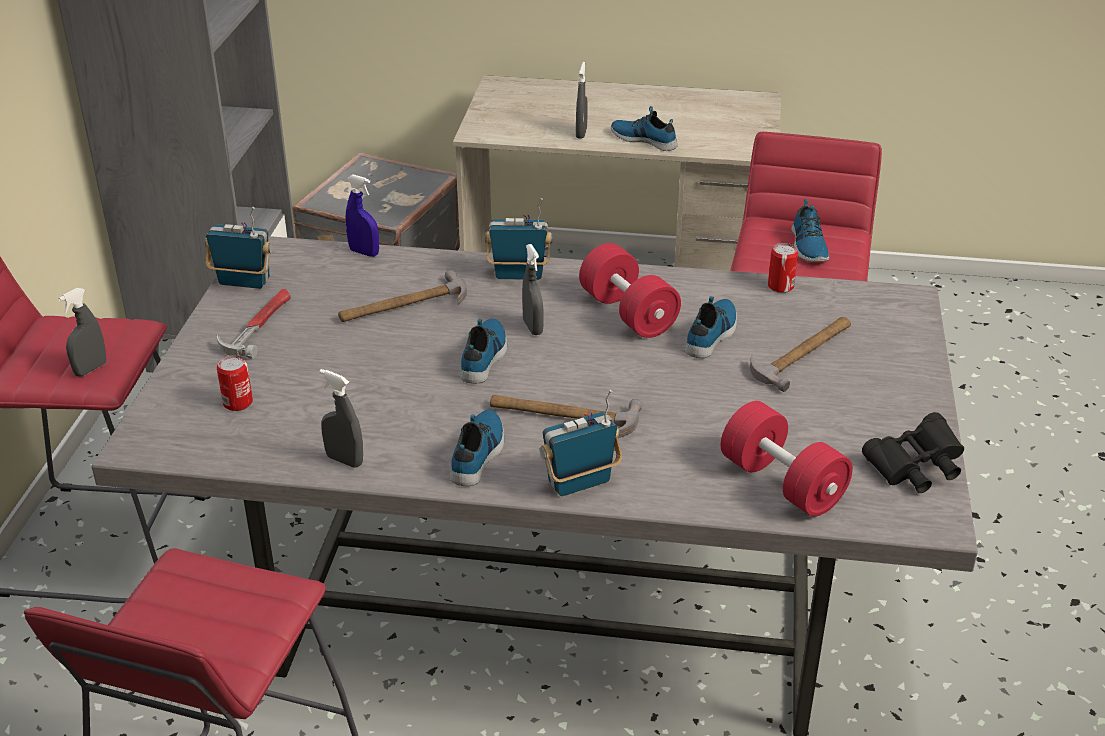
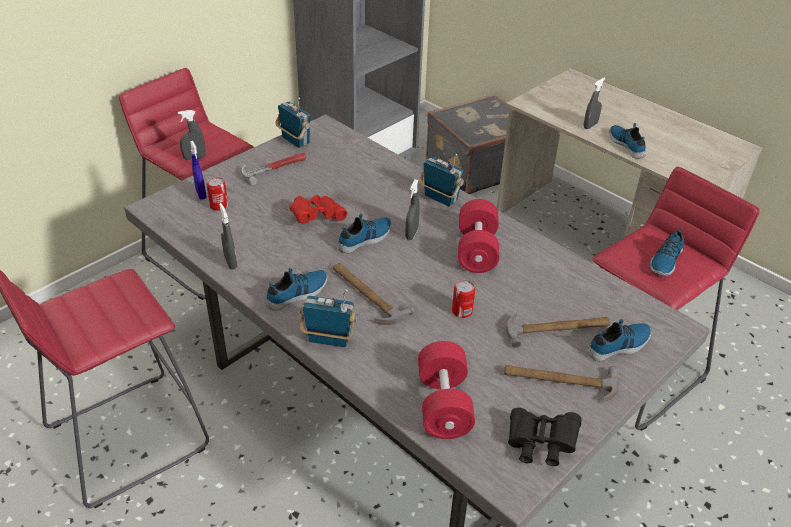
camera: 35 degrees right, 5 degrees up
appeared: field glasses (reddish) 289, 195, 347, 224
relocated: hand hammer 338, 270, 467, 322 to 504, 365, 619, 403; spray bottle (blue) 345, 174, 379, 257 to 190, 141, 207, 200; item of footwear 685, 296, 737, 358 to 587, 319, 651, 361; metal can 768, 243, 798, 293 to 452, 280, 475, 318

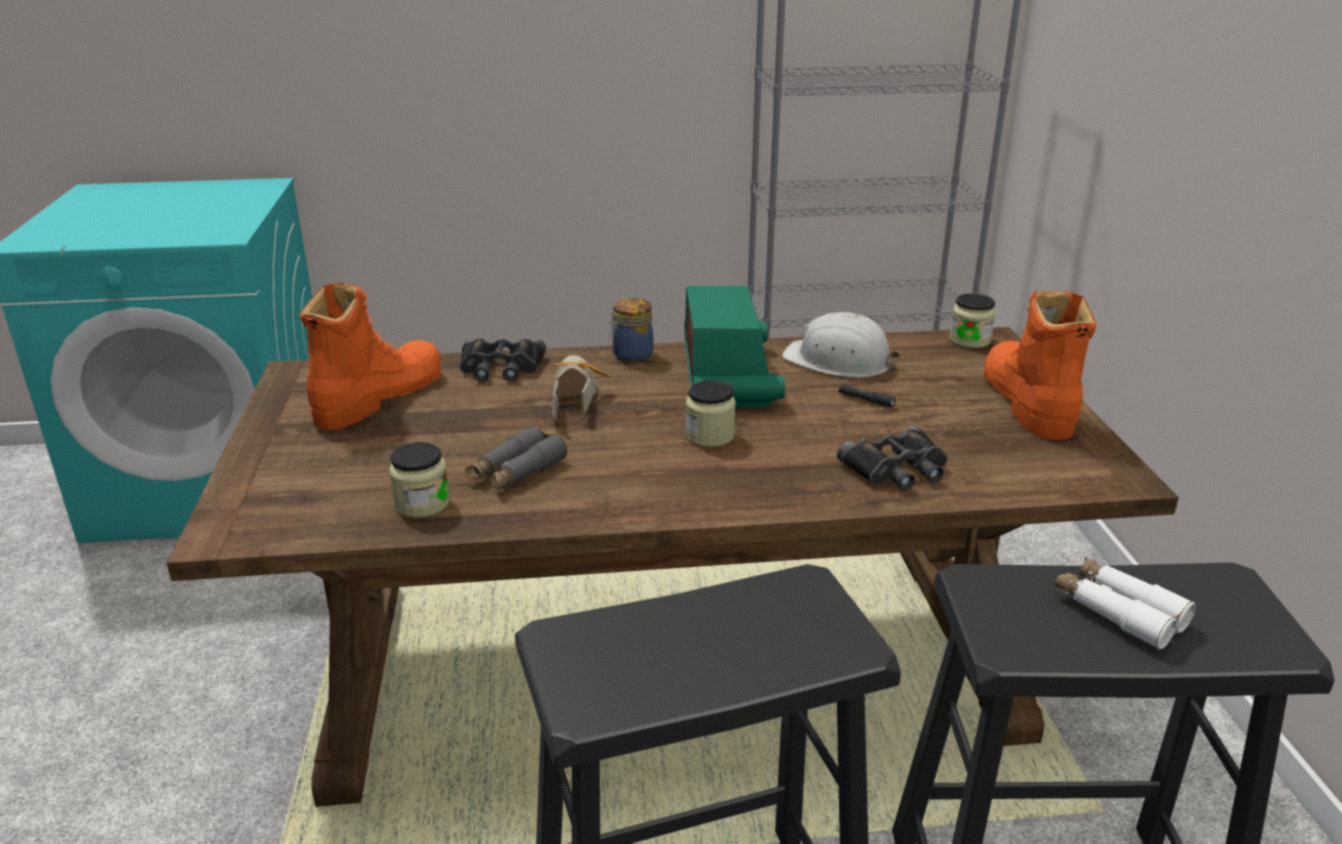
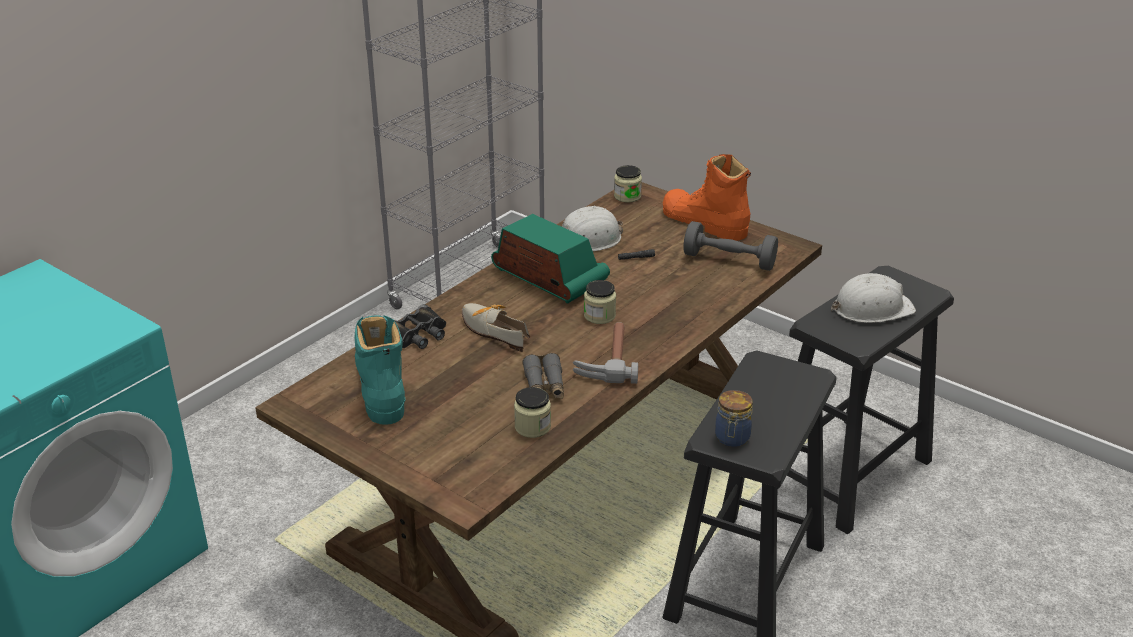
camera: 45 degrees left, 5 degrees up
missing: field glasses (black-coloured) 837, 426, 947, 491
appeared: hand hammer 573, 322, 638, 384; free weight (grey) 683, 221, 778, 271
relocated: preserve jar 609, 298, 654, 362 to 715, 390, 753, 447
exchanged: field glasses (white) 1055, 557, 1196, 649 to hard hat (white) 831, 273, 916, 323
colour: tall boot (orange) 299, 282, 441, 430 to tall boot (turquoise-coloured) 355, 315, 406, 425

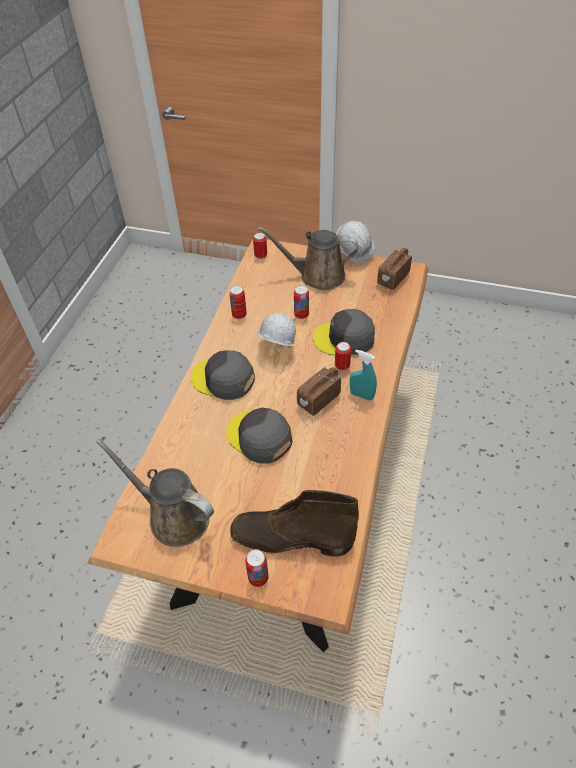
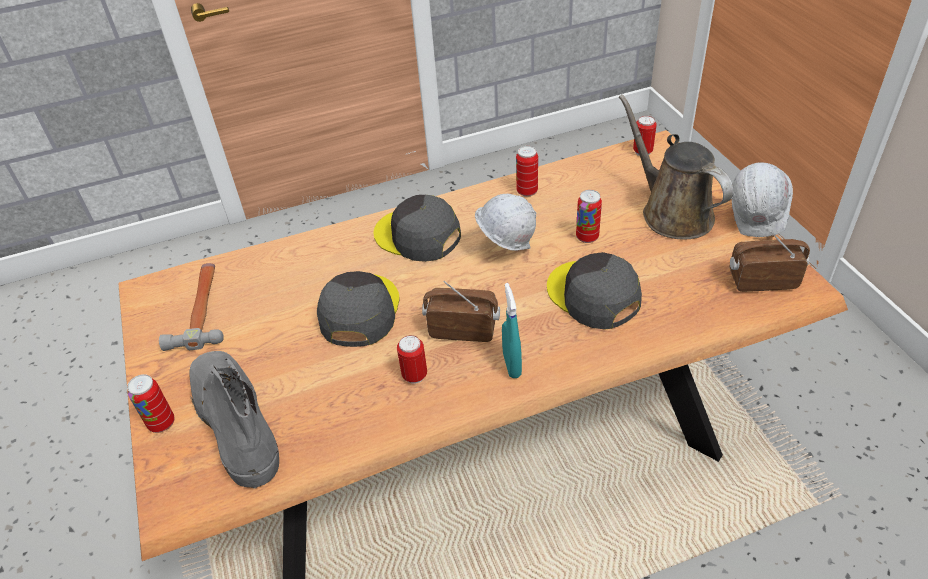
camera: 55 degrees right, 5 degrees down
relocated: metal can 335, 342, 351, 371 to 397, 335, 427, 384
exchanged: watering can (brownish) 95, 439, 214, 547 to hand hammer 159, 263, 224, 351
colour: tall boot (brownish) 230, 490, 359, 557 to tall boot (grey) 189, 351, 279, 489
spun: peaked cap (grey) 191, 350, 255, 400 = 373, 195, 461, 262 45 degrees counterclockwise

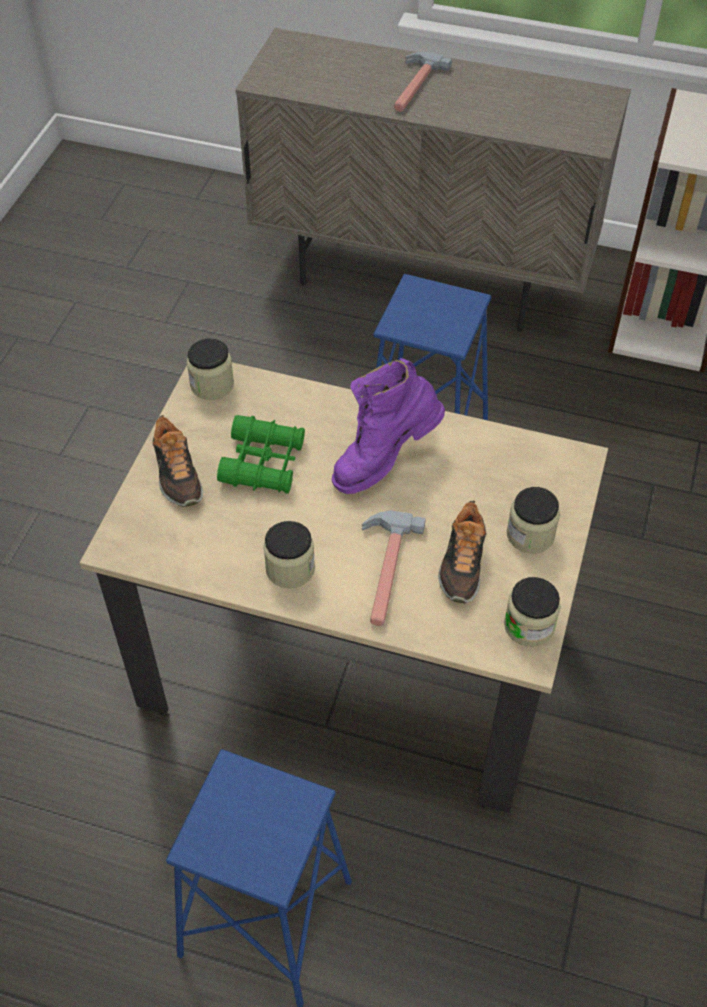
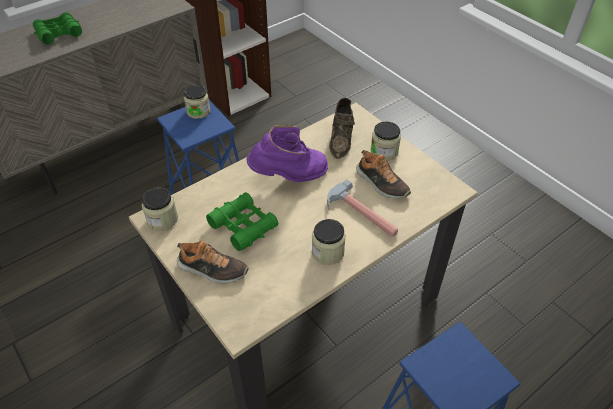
camera: 55 degrees left, 5 degrees down
appeared: item of footwear (brownish) 329, 98, 355, 159
relocated: preserve jar 504, 577, 561, 647 to 184, 85, 210, 119
exchanged: hand hammer 394, 52, 452, 112 to field glasses (green) 33, 12, 82, 45
spun: tall boot (purplish) 331, 358, 445, 494 = 246, 125, 328, 182 105 degrees counterclockwise

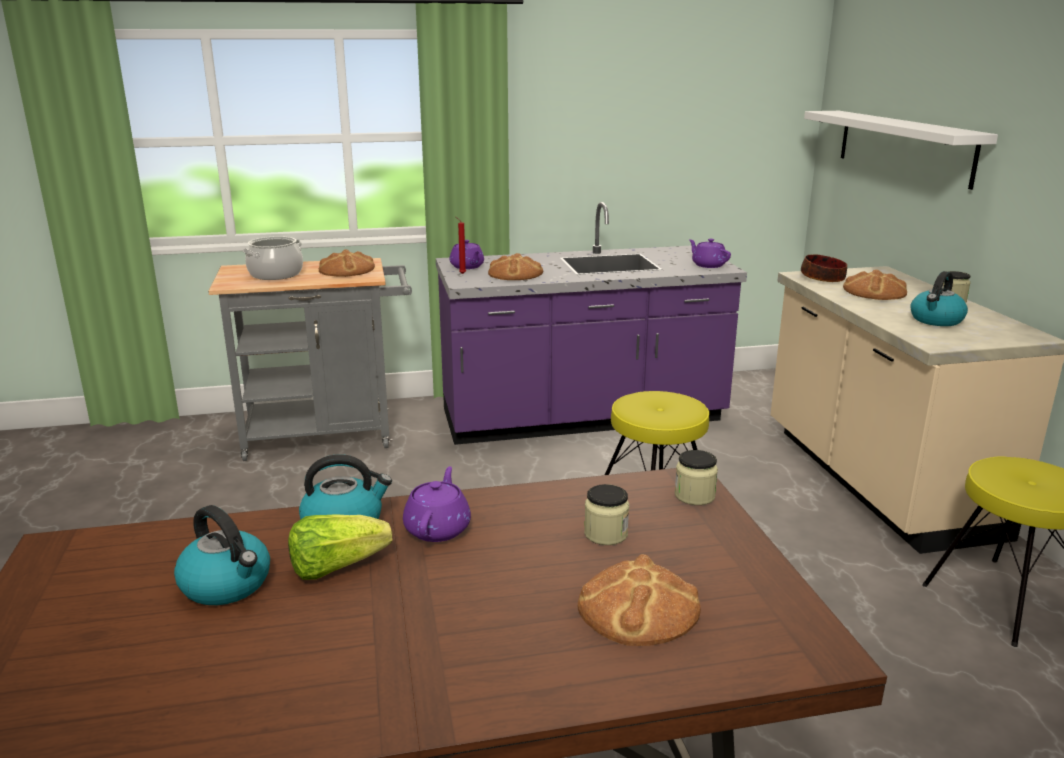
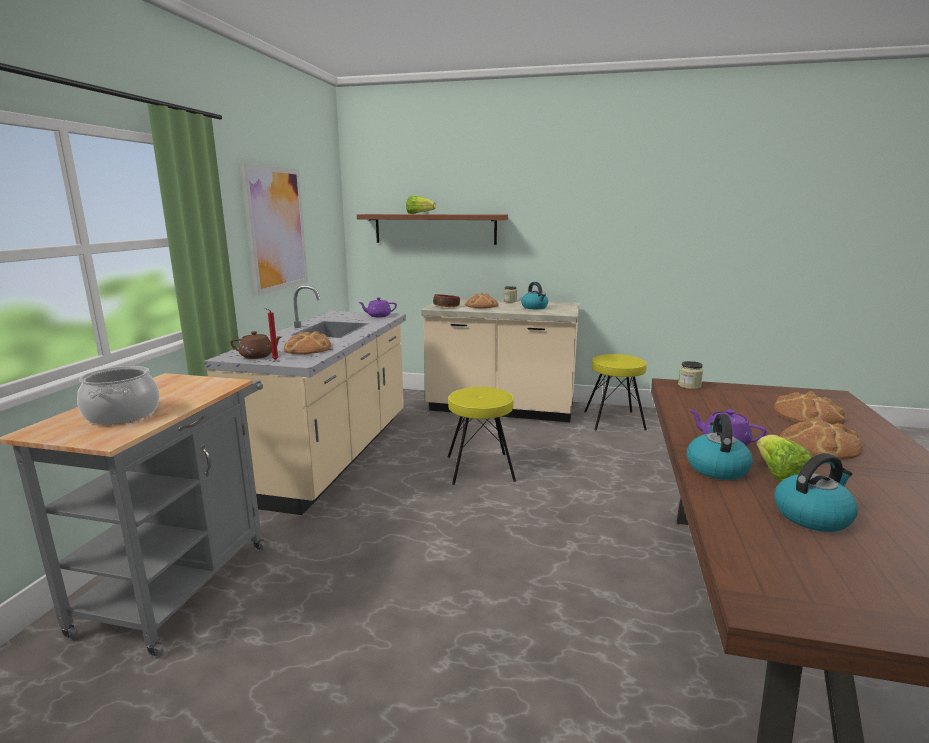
camera: 65 degrees left, 5 degrees down
missing: preserve jar 584, 484, 629, 545
appeared: wall art 240, 163, 308, 295; lettuce head 406, 196, 436, 214
relocated: bread 319, 249, 375, 277 to 780, 417, 862, 460
colour: kitchen base unit (purplish) 436, 202, 747, 445 to kitchen base unit (sand-coloured) 204, 285, 406, 515; tea pot (purplish) 450, 240, 484, 269 to tea pot (brownish) 230, 331, 283, 359; shelf (white) 804, 111, 998, 190 to shelf (brownish) 357, 214, 508, 245

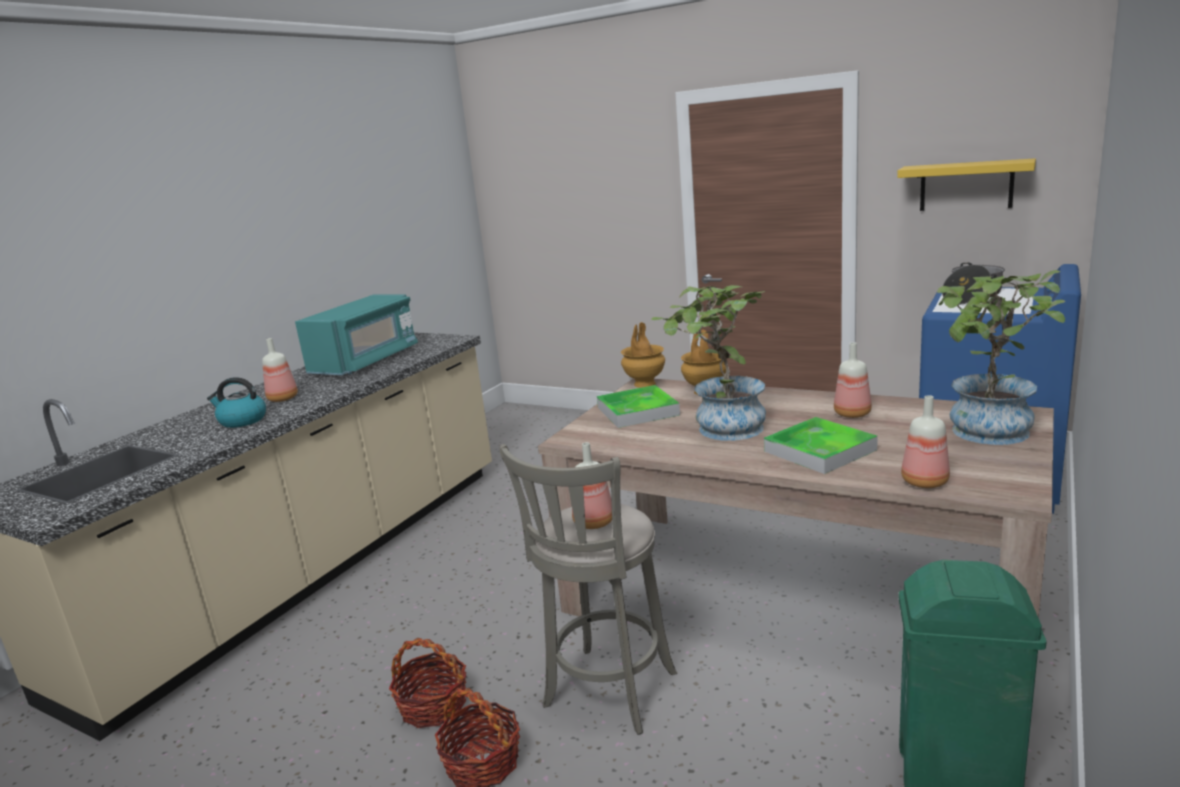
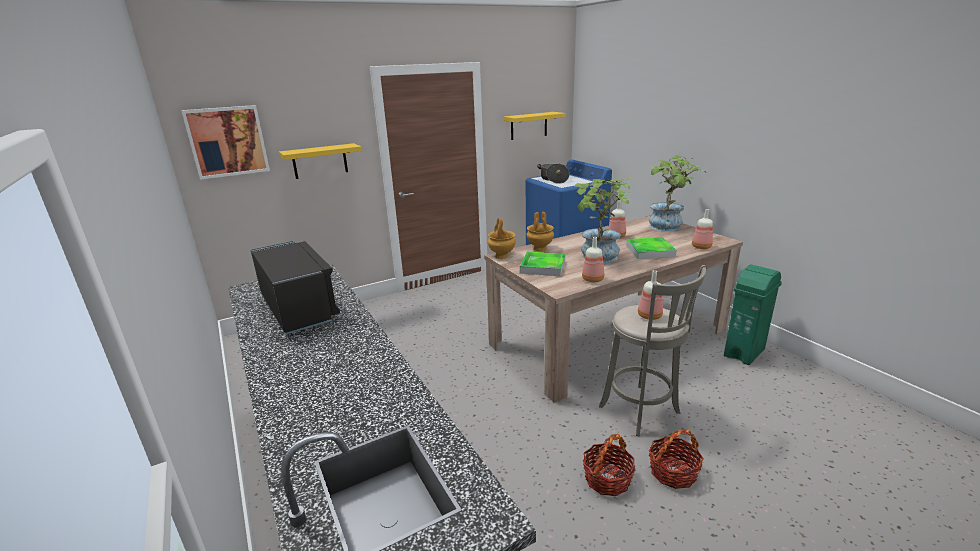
camera: 60 degrees left, 5 degrees up
missing: tea kettle 207, 377, 266, 428
appeared: wall art 181, 105, 270, 180; shelf (yellow-coloured) 279, 143, 362, 179
relocated: bottle 262, 338, 298, 402 to 582, 237, 604, 282
colour: kitchen microwave (turquoise-coloured) 295, 295, 418, 375 to kitchen microwave (black-coloured) 251, 241, 340, 335

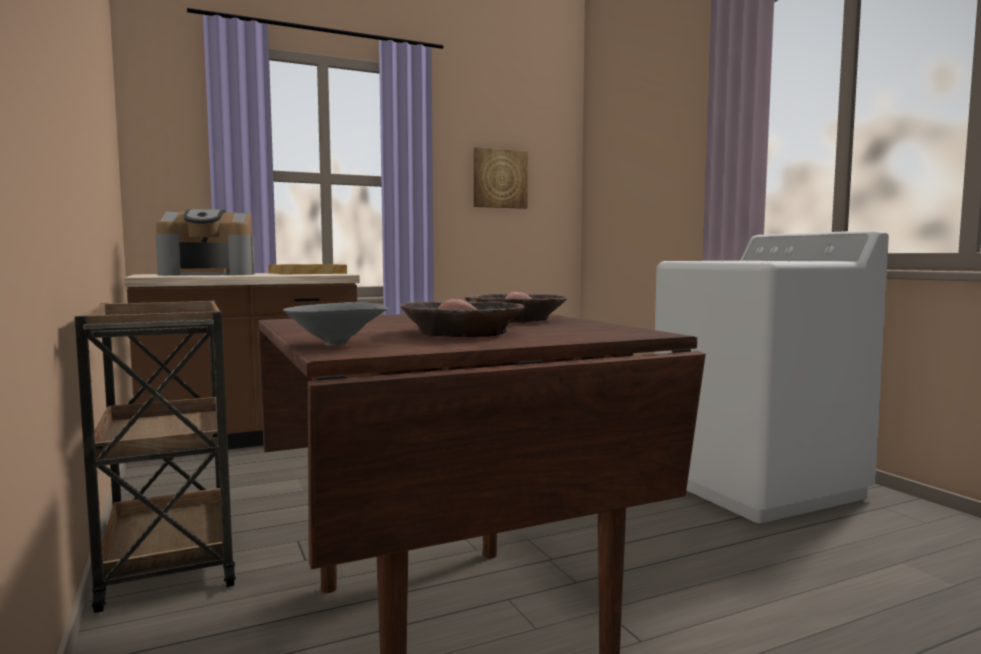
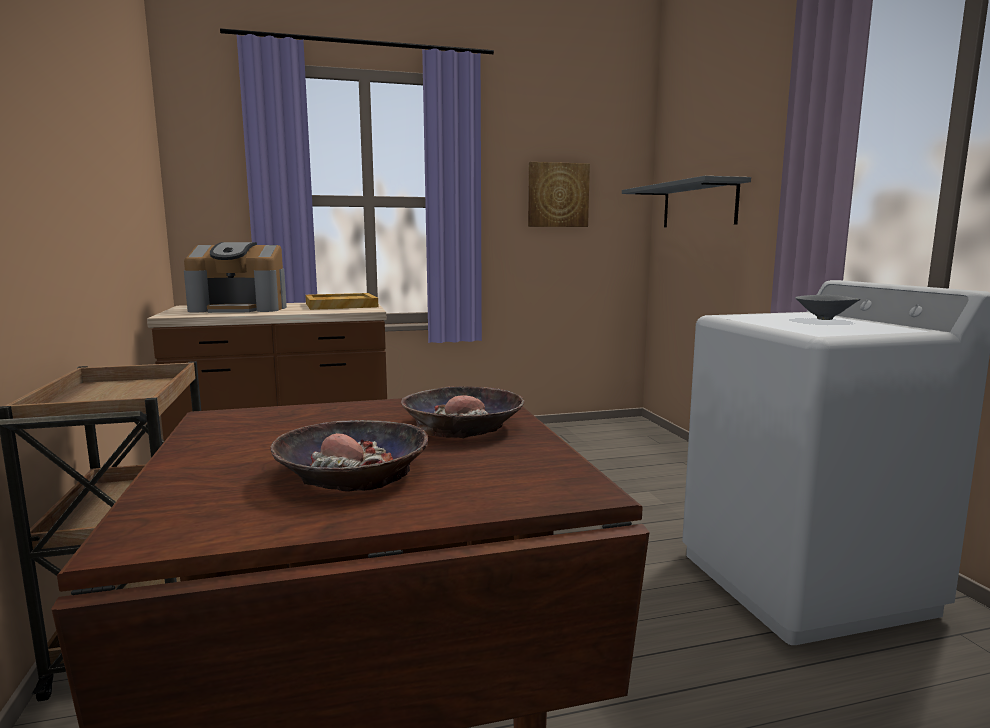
camera: 10 degrees right, 5 degrees up
appeared: shelf (grey) 622, 176, 751, 227
relocated: bowl (grey) 283, 302, 388, 346 to 795, 295, 861, 320

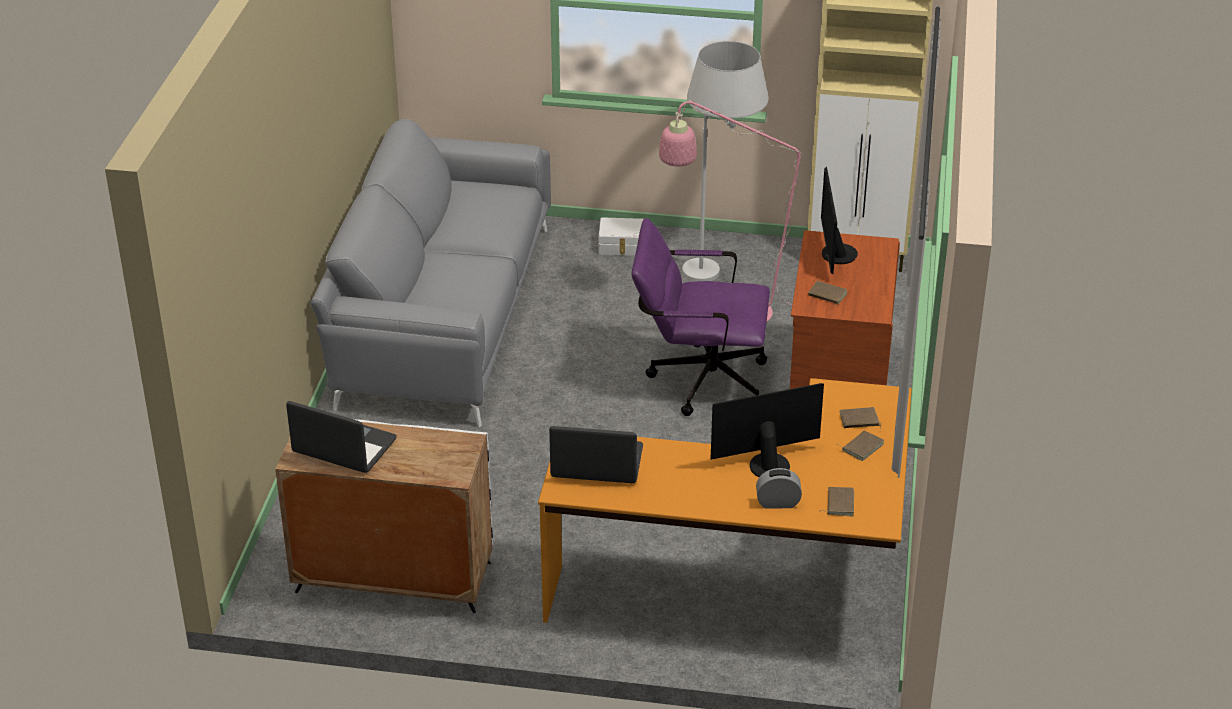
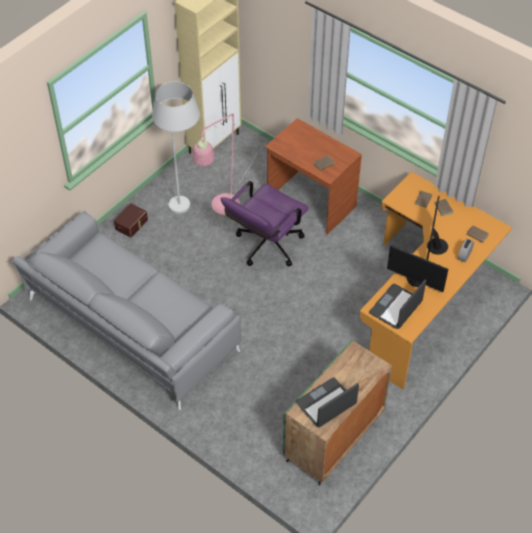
camera: 60 degrees left, 15 degrees up
relocated: monitor 821, 167, 858, 274 to 387, 245, 448, 292
colour: storage cabinet (white) 276, 419, 493, 613 to storage cabinet (green) 282, 339, 392, 486; storage box (white) 599, 217, 644, 256 to storage box (brownish) 114, 203, 148, 238

